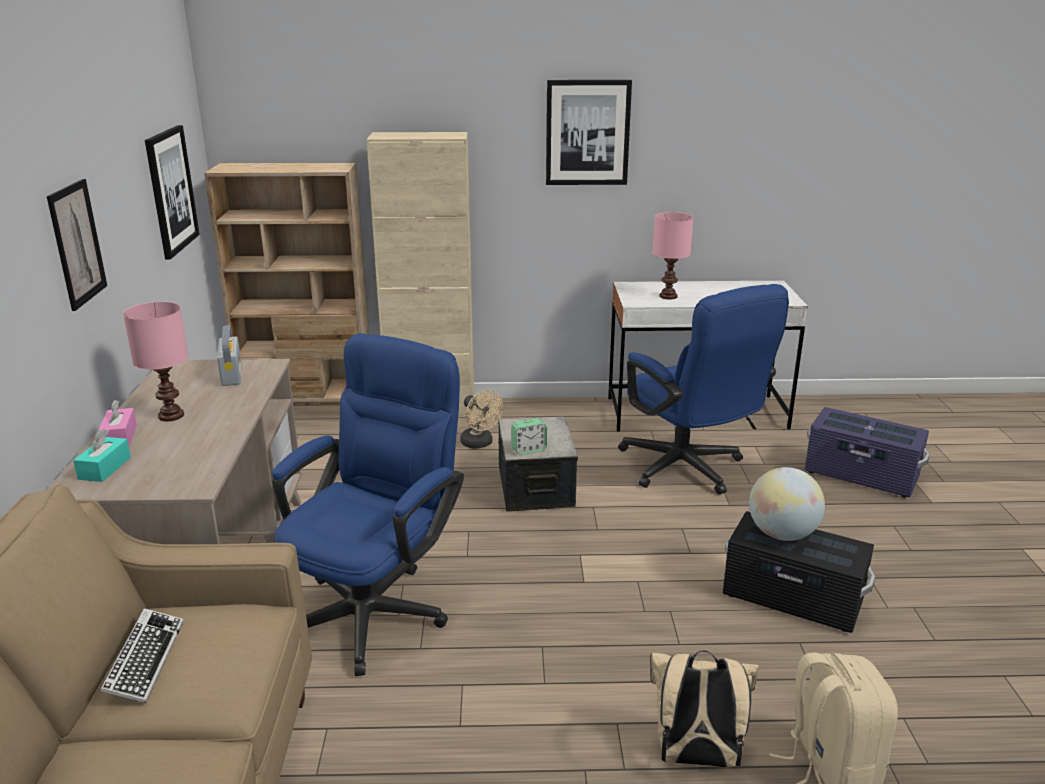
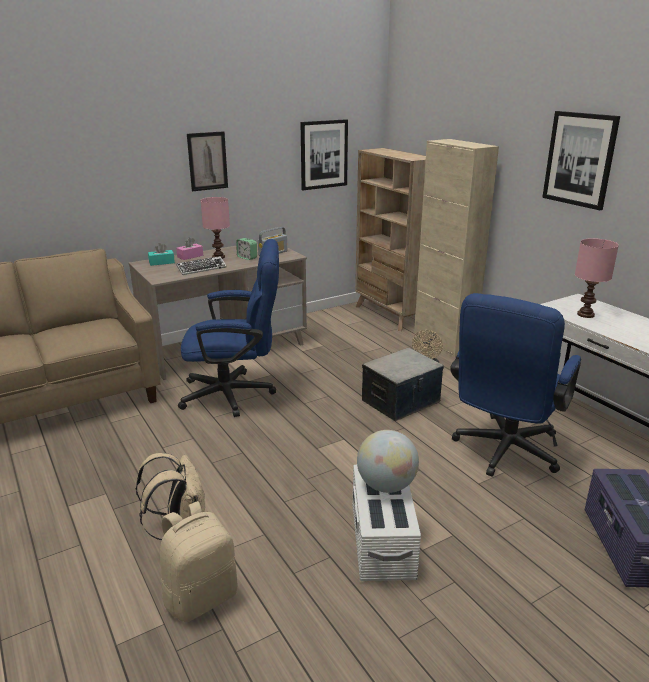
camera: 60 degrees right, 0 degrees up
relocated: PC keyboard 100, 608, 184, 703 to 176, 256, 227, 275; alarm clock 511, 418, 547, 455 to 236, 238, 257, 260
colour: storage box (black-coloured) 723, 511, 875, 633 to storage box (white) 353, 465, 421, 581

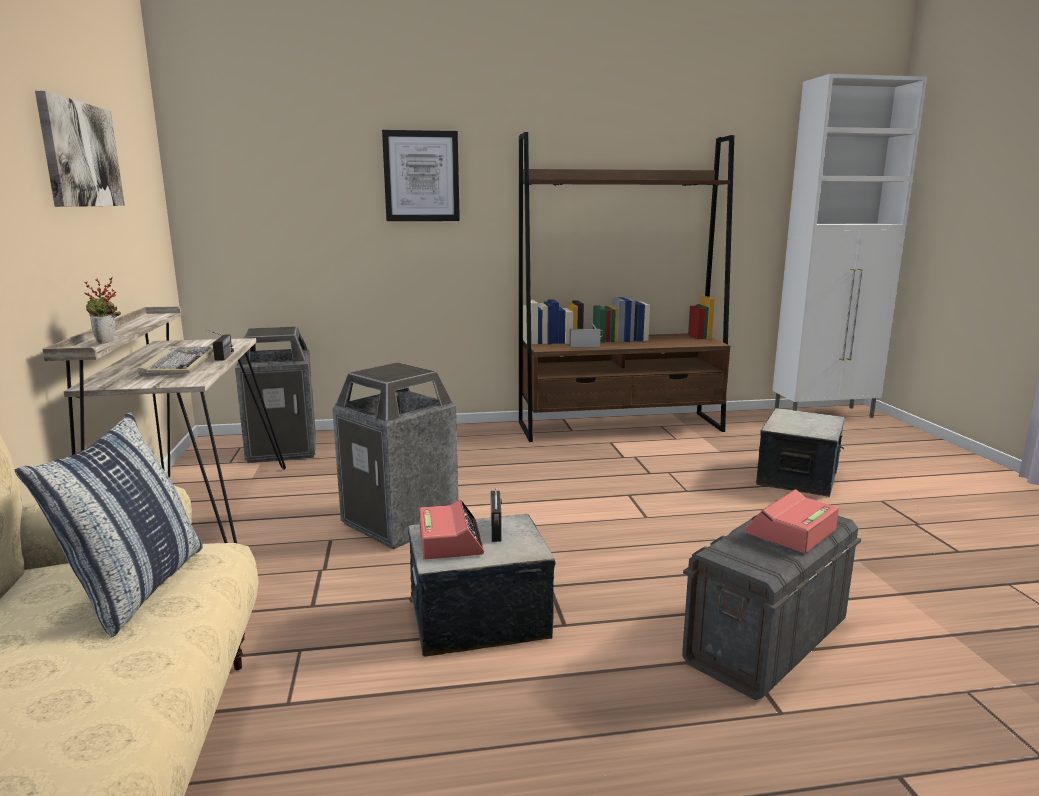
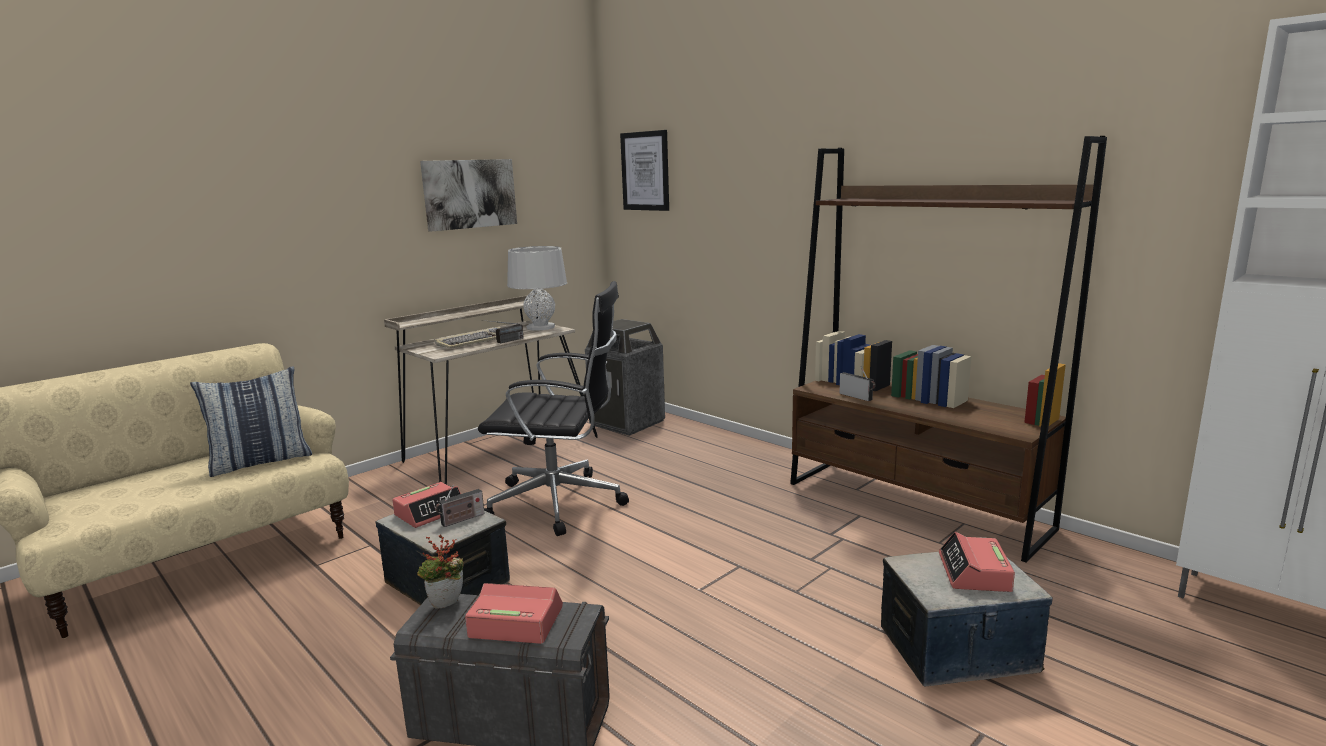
camera: 55 degrees right, 0 degrees up
appeared: tabletop lamp (grey) 507, 246, 567, 330; alarm clock 939, 532, 1015, 592
relocated: plant in a pot 84, 277, 121, 344 to 417, 534, 463, 609; wall art 382, 130, 460, 221 to 620, 130, 669, 211
exchanged: rubbish bin 332, 362, 458, 549 to office chair (black-coloured) 478, 281, 629, 536

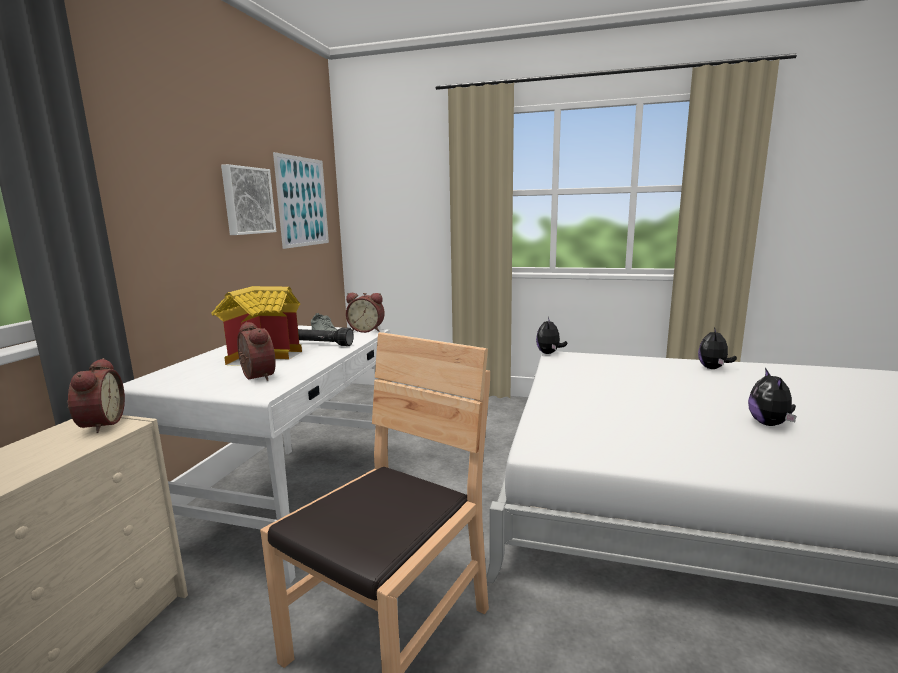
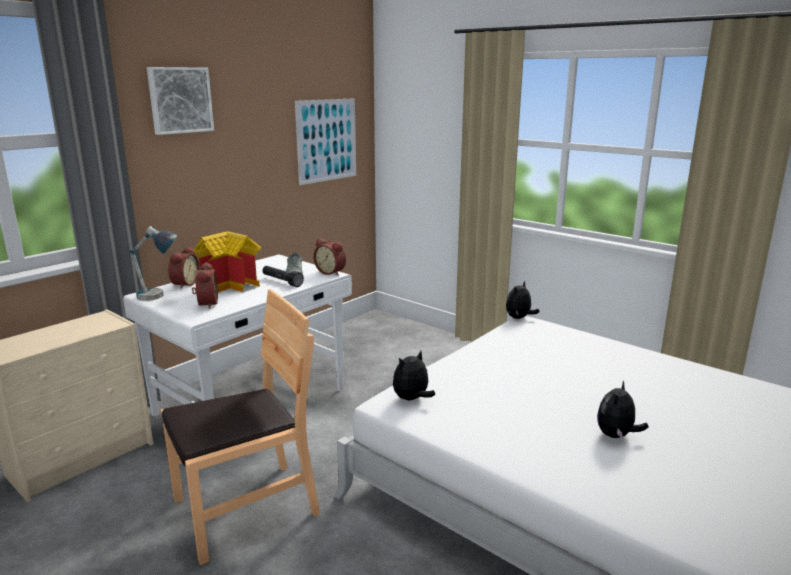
camera: 25 degrees right, 5 degrees up
appeared: tabletop lamp 130, 226, 177, 301
relocated: alarm clock 67, 358, 125, 433 to 168, 246, 200, 289; wall art 221, 164, 276, 235 to 147, 67, 214, 135; soft toy 698, 327, 737, 369 to 393, 351, 435, 400

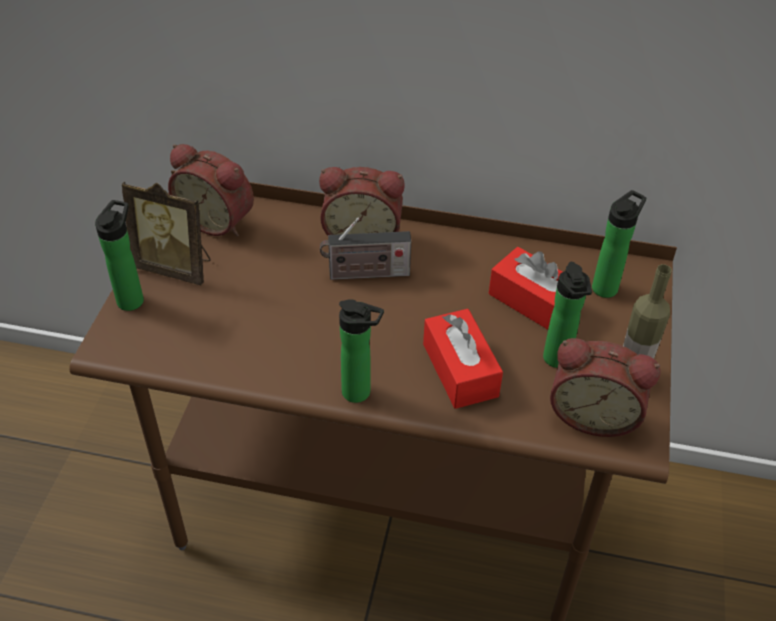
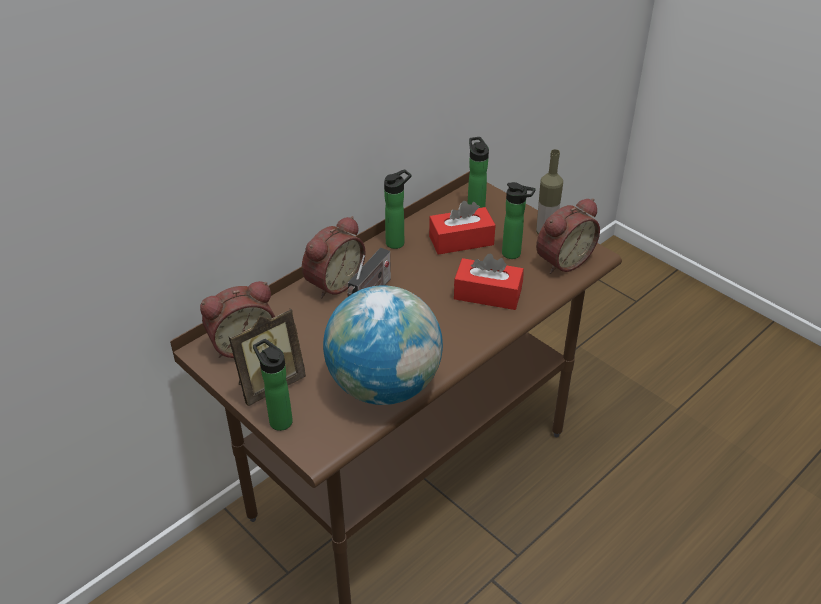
camera: 55 degrees left, 5 degrees down
appeared: world globe 323, 285, 443, 405
relocated: bottle 339, 299, 384, 403 to 384, 169, 411, 249

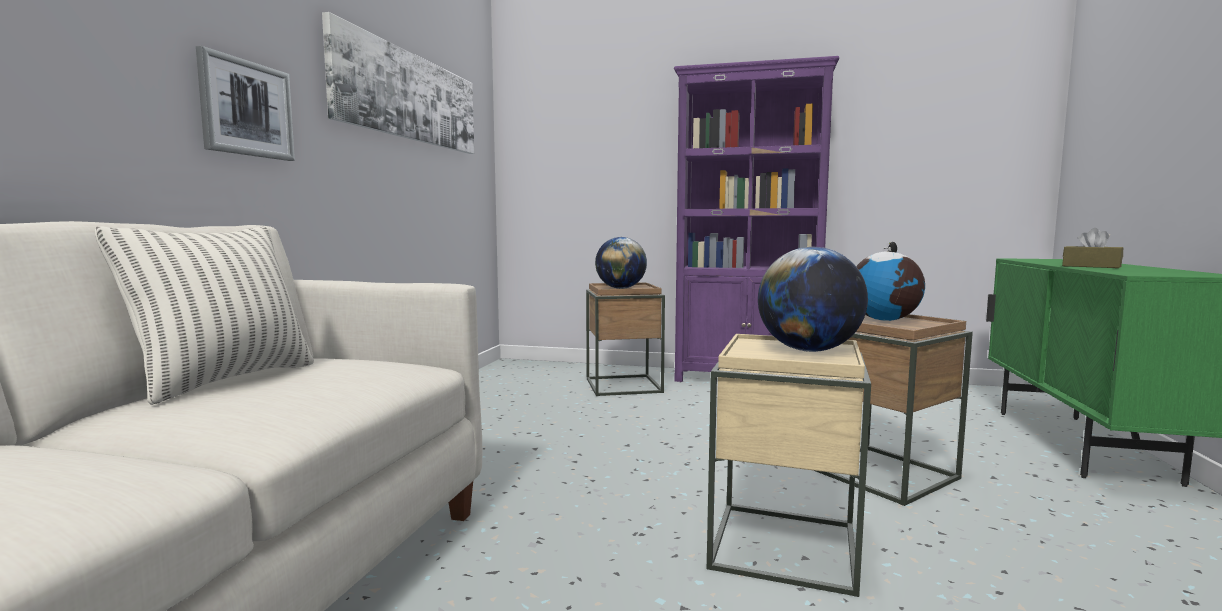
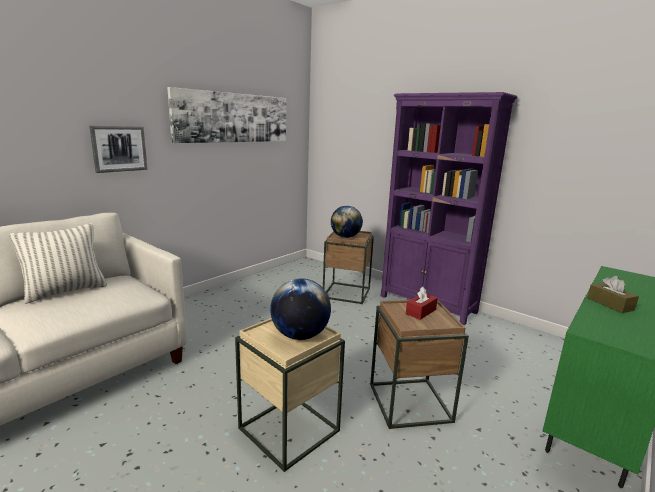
camera: 25 degrees right, 10 degrees up
exchanged: world globe 856, 242, 925, 321 to tissue box (reddish) 406, 287, 438, 320

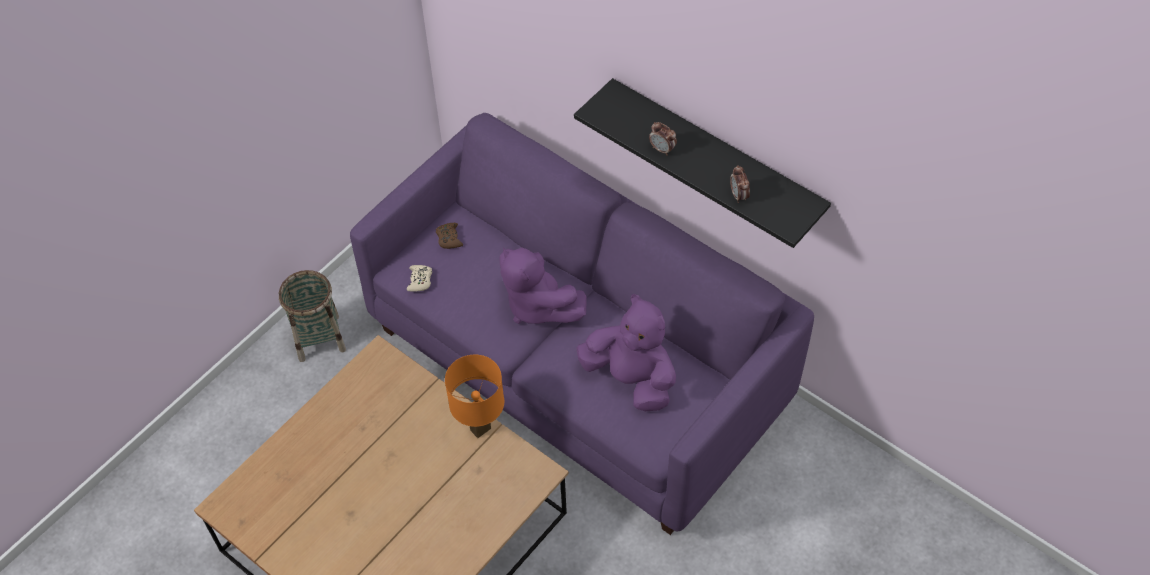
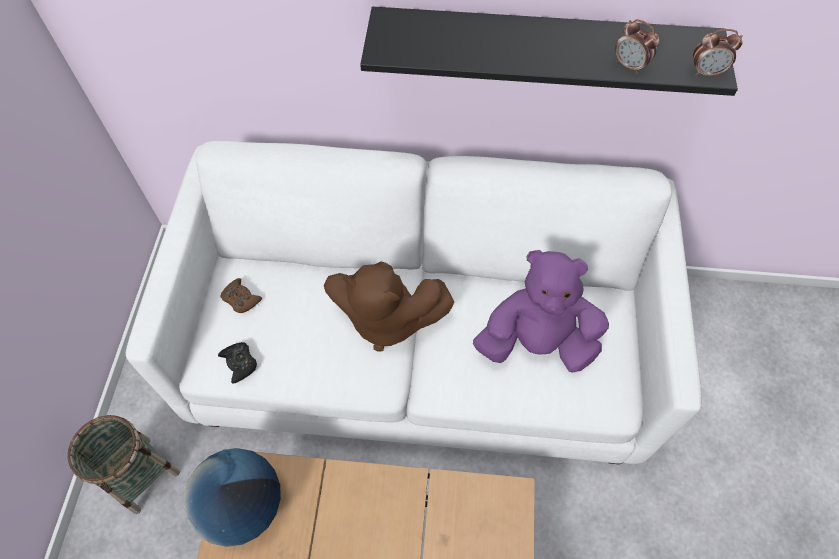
camera: 35 degrees left, 5 degrees up
missing: tabletop lamp (orange) 445, 355, 504, 438
appeared: world globe 184, 448, 281, 547
relocated: alarm clock 649, 122, 677, 155 to 693, 29, 743, 77
colour: settee (purplish) 350, 113, 814, 535 to settee (white) 126, 141, 702, 464; game controller (sand-coloured) 406, 265, 432, 291 to game controller (black-coloured) 218, 342, 257, 384; soft toy (purplish) 499, 247, 587, 324 to soft toy (brownish) 324, 262, 454, 351

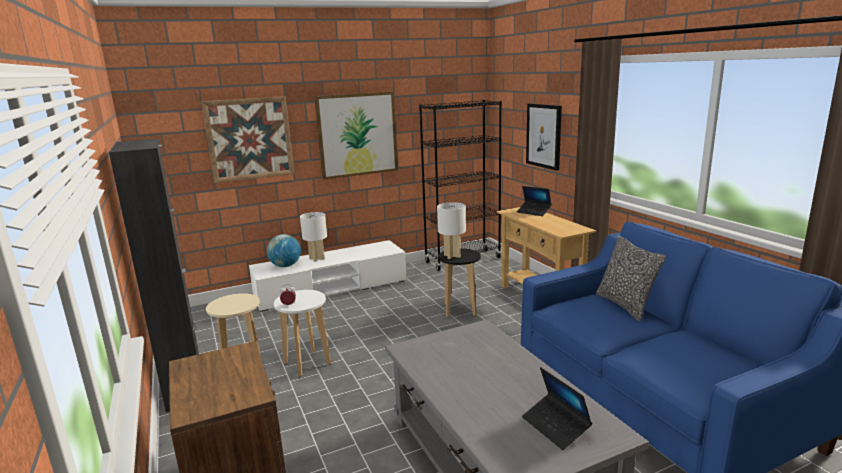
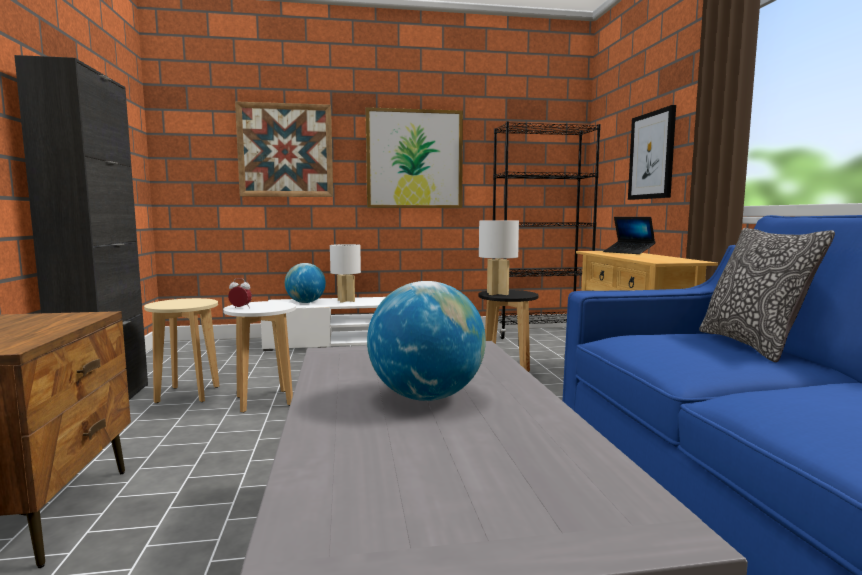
camera: 15 degrees right, 10 degrees down
missing: portable computer 522, 367, 592, 450
appeared: world globe 367, 281, 486, 401

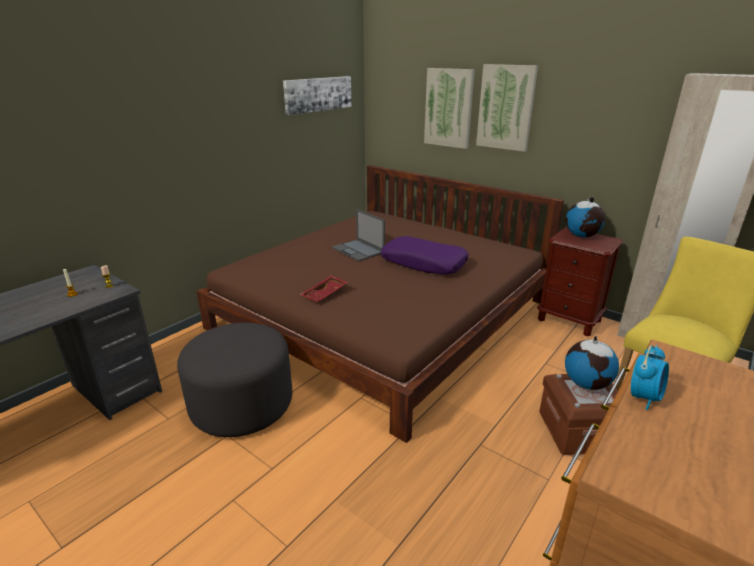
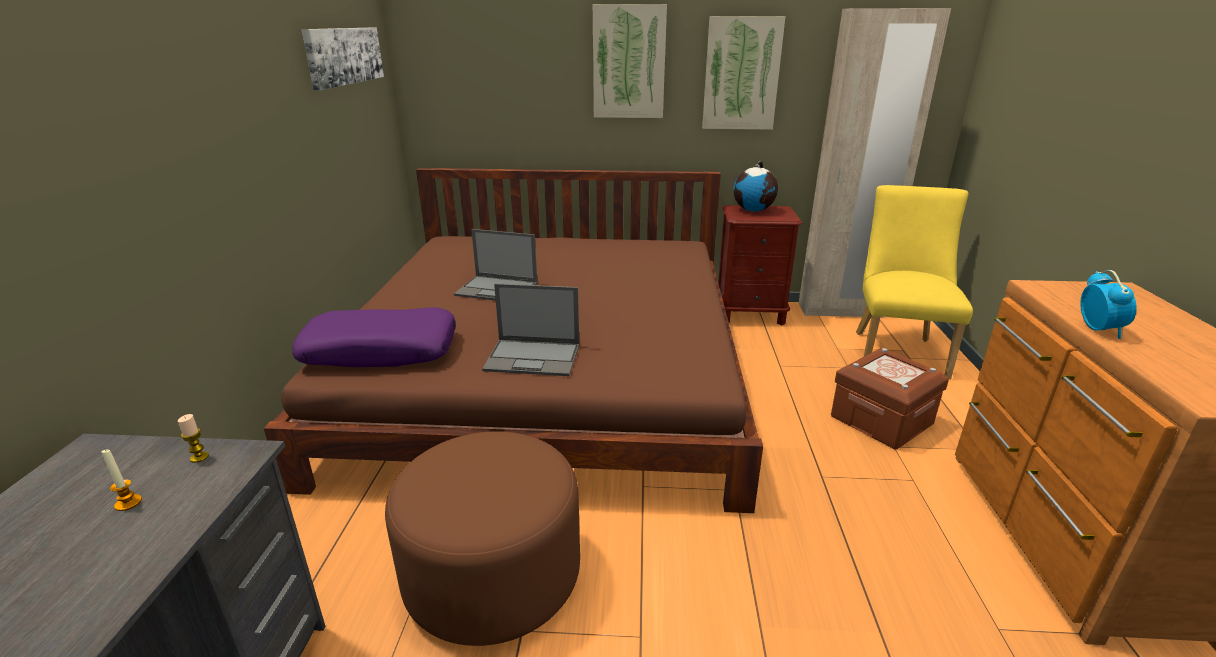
camera: 35 degrees left, 0 degrees up
missing: world globe 565, 336, 619, 390
relocated: pillow (purplish) 381, 236, 469, 274 to 292, 307, 456, 367; wall art 424, 68, 475, 149 to 702, 16, 785, 130
exchanged: tray (reddish) 300, 276, 348, 302 to portable computer 482, 283, 579, 376
colour: footrest (grey) 177, 323, 292, 437 to footrest (brownish) 385, 431, 580, 646

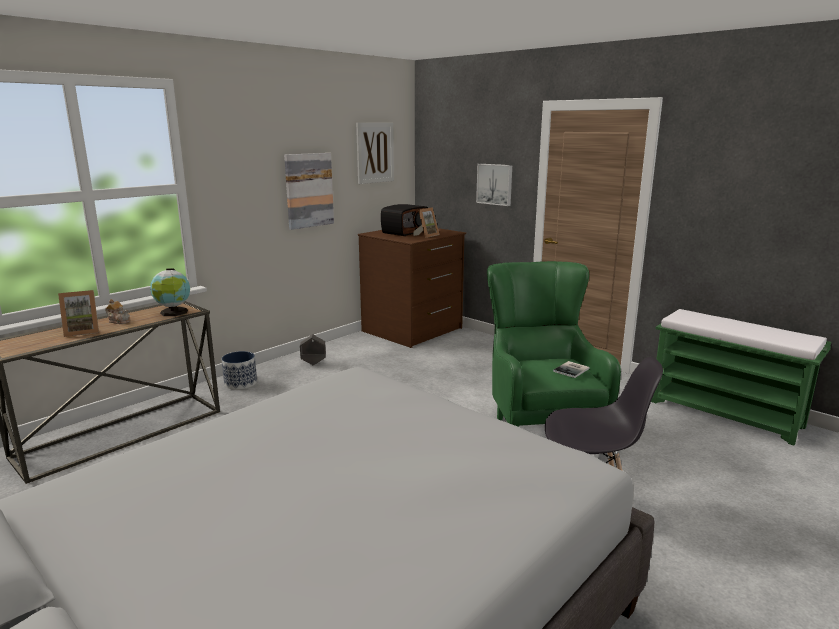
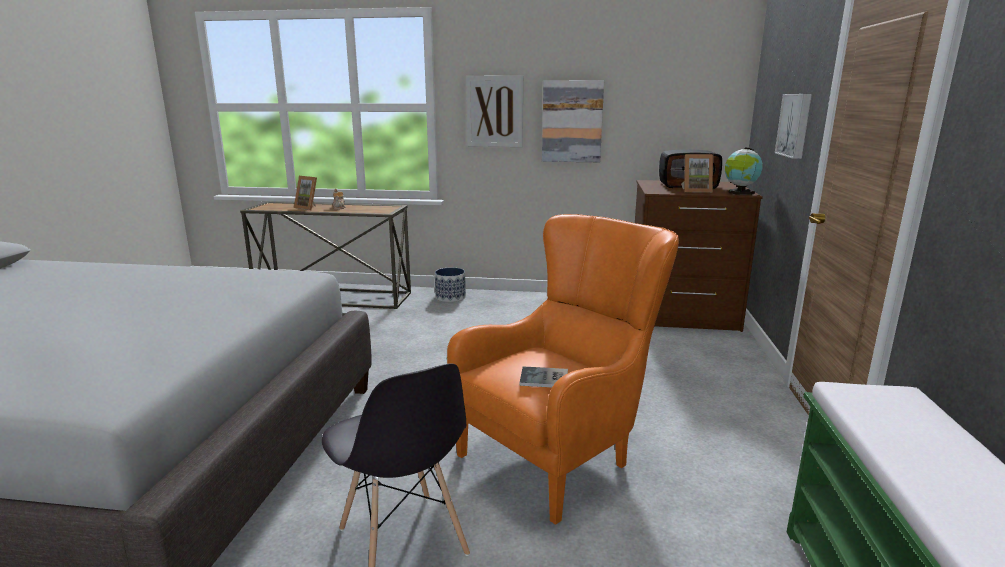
camera: 55 degrees right, 0 degrees up
missing: flower pot (grey) 300, 334, 326, 366
relocated: world globe 150, 268, 190, 316 to 725, 148, 763, 195; wall art 356, 123, 394, 184 to 466, 75, 523, 147
colour: armchair (green) 487, 261, 621, 427 to armchair (orange) 447, 214, 679, 525

